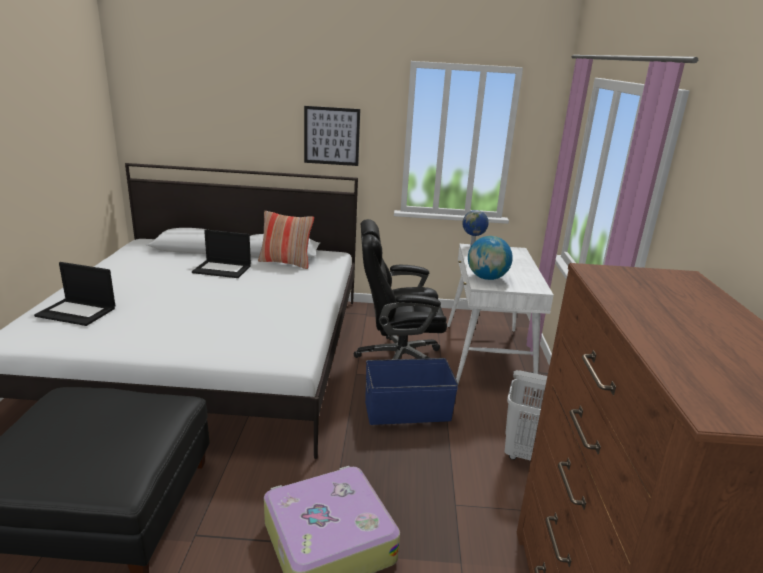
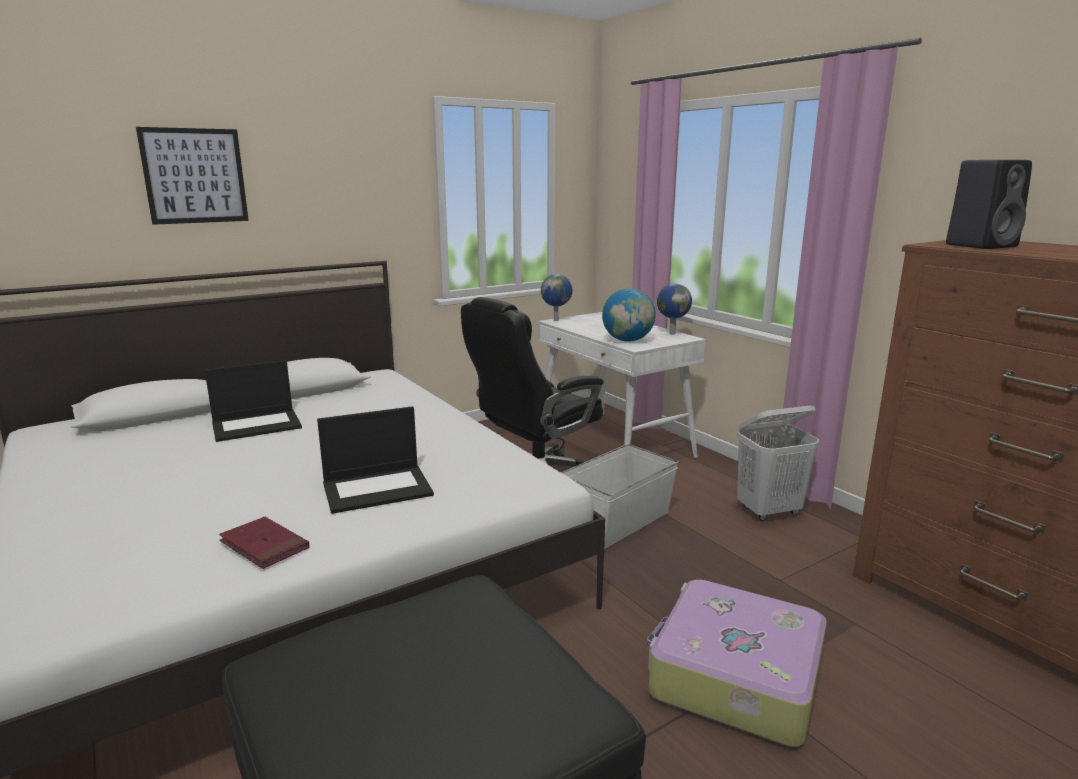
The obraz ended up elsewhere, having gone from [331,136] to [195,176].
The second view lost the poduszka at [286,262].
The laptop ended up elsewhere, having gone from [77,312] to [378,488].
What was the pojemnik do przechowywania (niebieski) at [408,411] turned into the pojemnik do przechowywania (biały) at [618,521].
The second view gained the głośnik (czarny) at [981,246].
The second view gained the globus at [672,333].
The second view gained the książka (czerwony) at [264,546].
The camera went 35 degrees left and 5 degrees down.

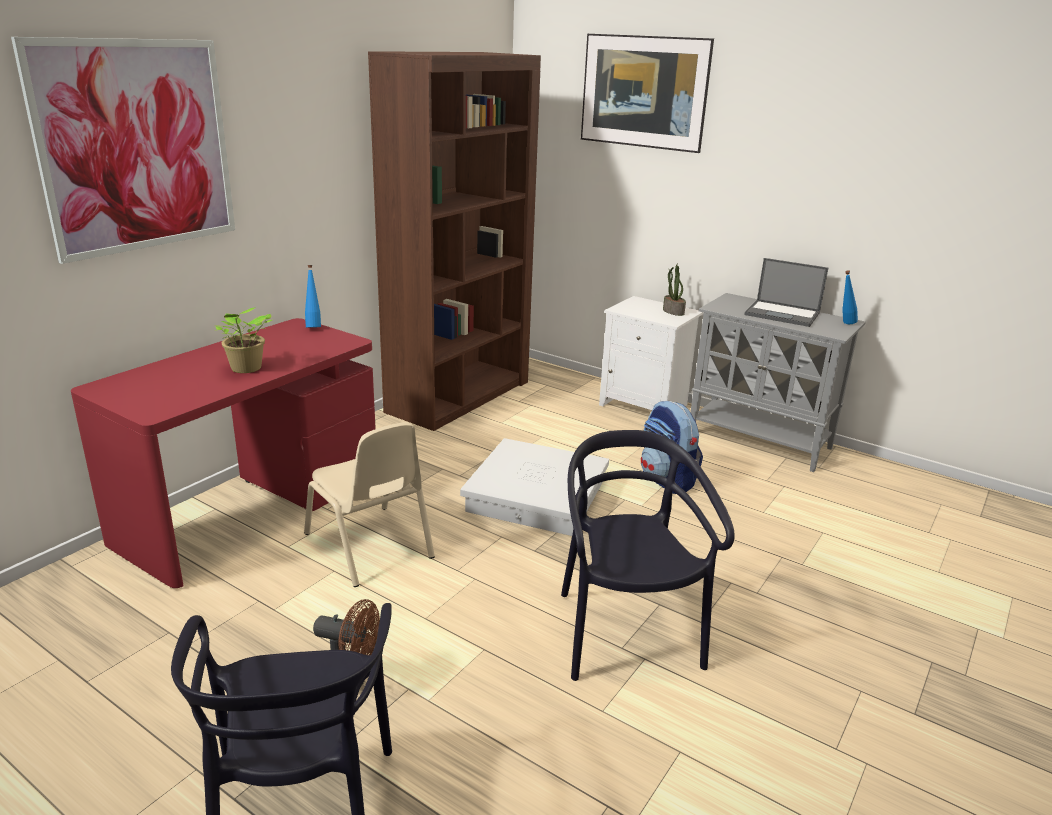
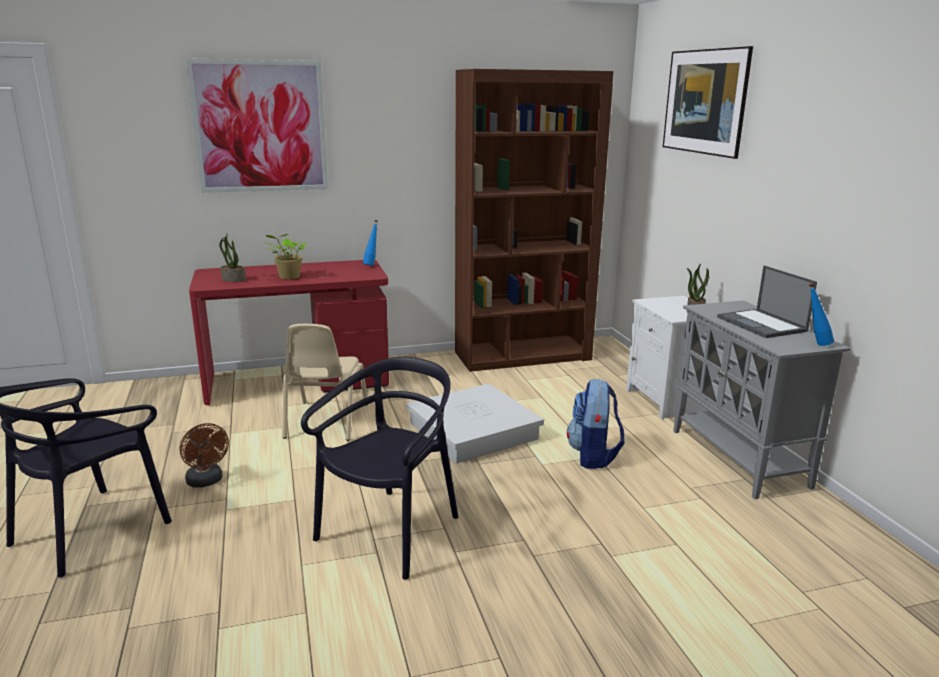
The second view gained the roślina doniczkowa at [233,280].
The camera went 40 degrees right and 5 degrees down.

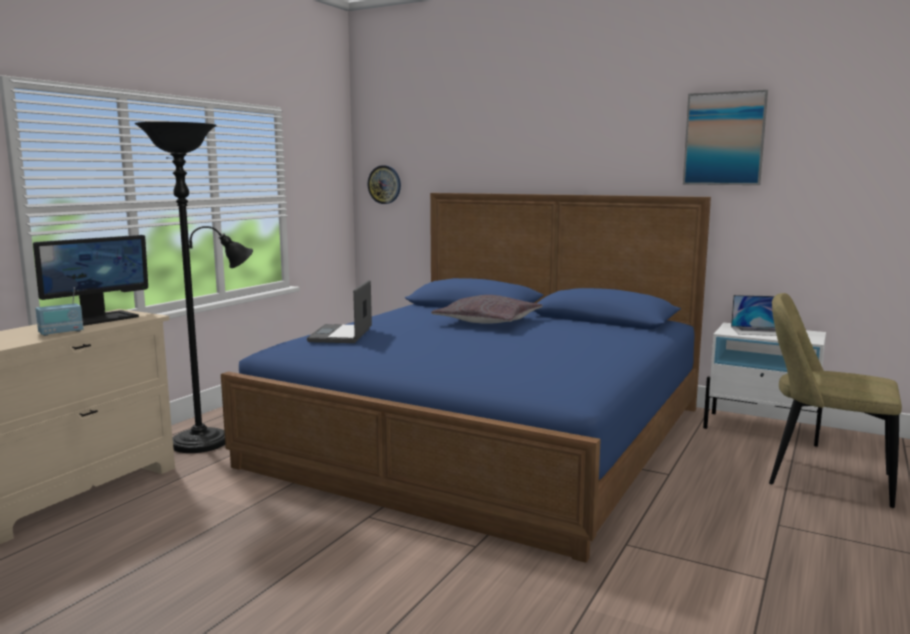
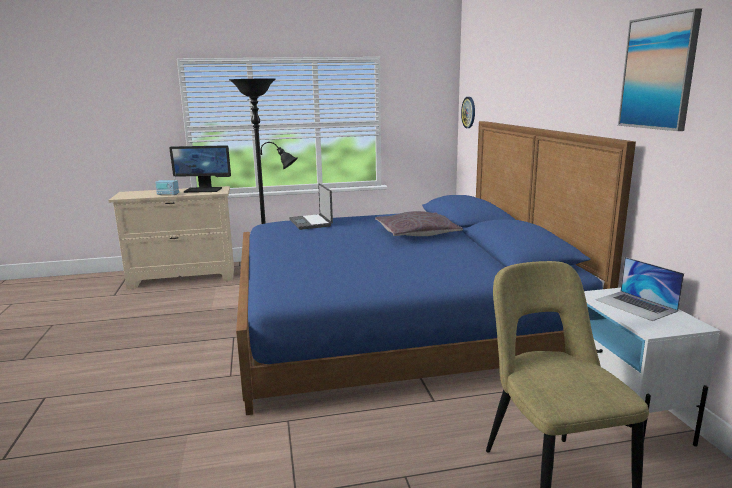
The laptop at [342,335] ended up facing another way, 75 degrees counterclockwise from before.
The camera went 50 degrees right and 5 degrees up.

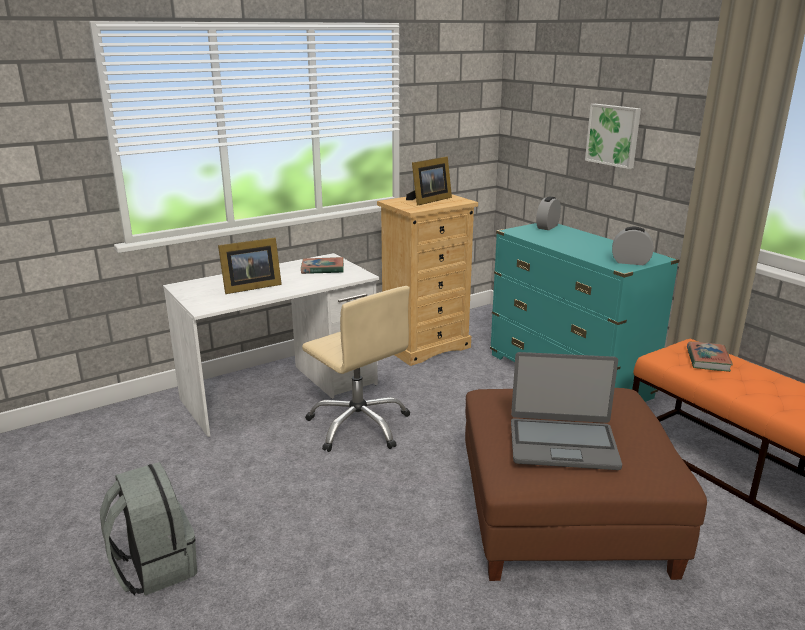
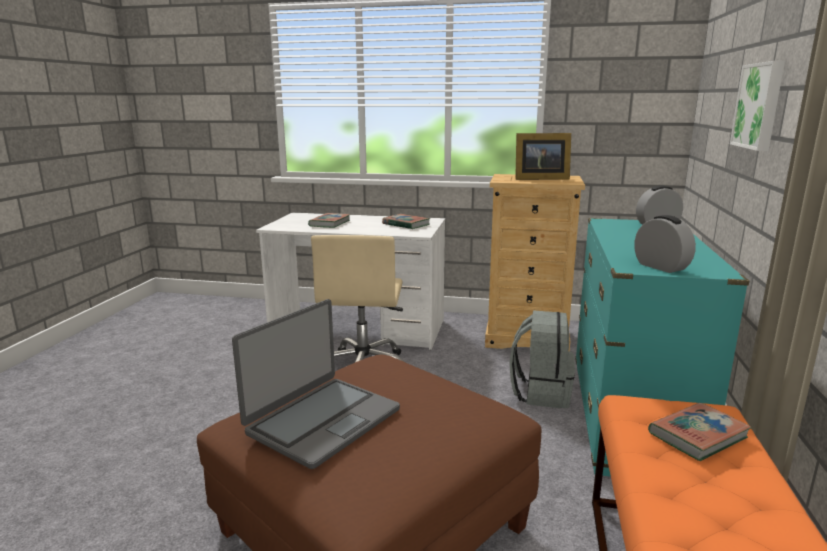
Where the ramka na zdjęcie stood at [249,287], the książka came to stand at [330,223].
The laptop at [562,444] ended up facing another way, 105 degrees counterclockwise from before.
The plecak (szary) ended up elsewhere, having gone from [154,567] to [541,392].
The camera went 45 degrees right and 5 degrees down.

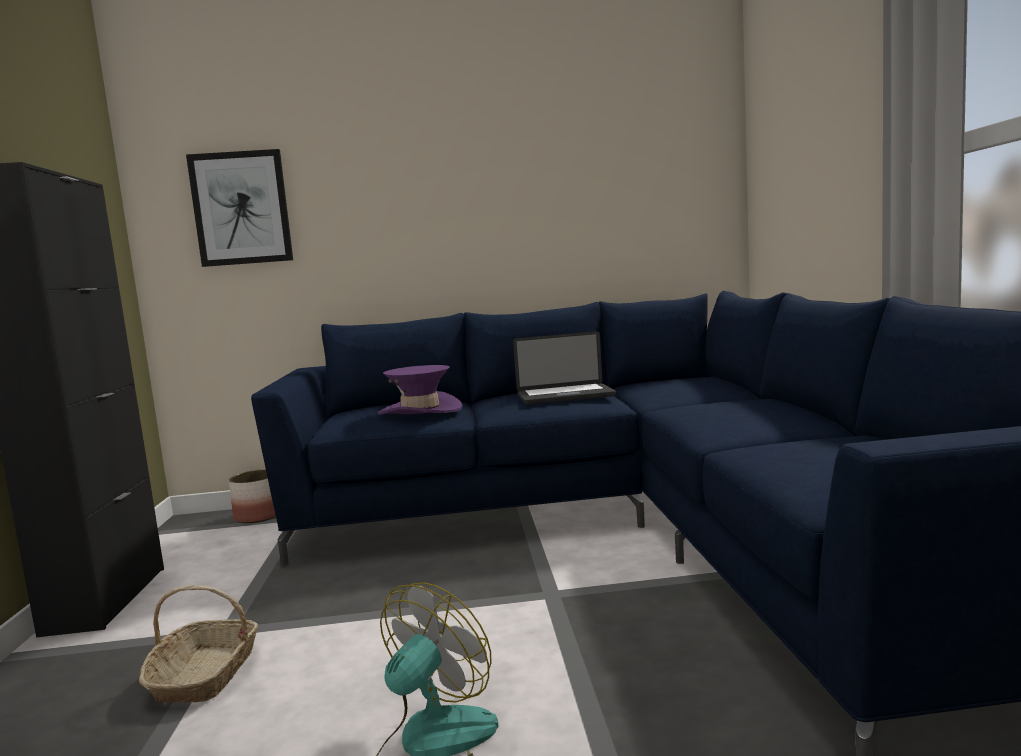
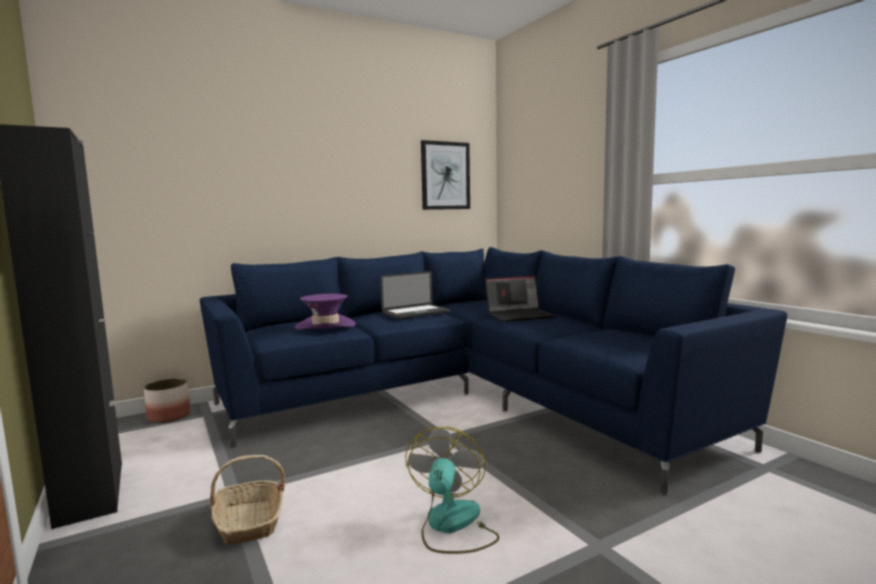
The obraz ended up elsewhere, having gone from [241,208] to [445,176].
The second view gained the laptop at [520,315].
The camera went 25 degrees left and 0 degrees up.

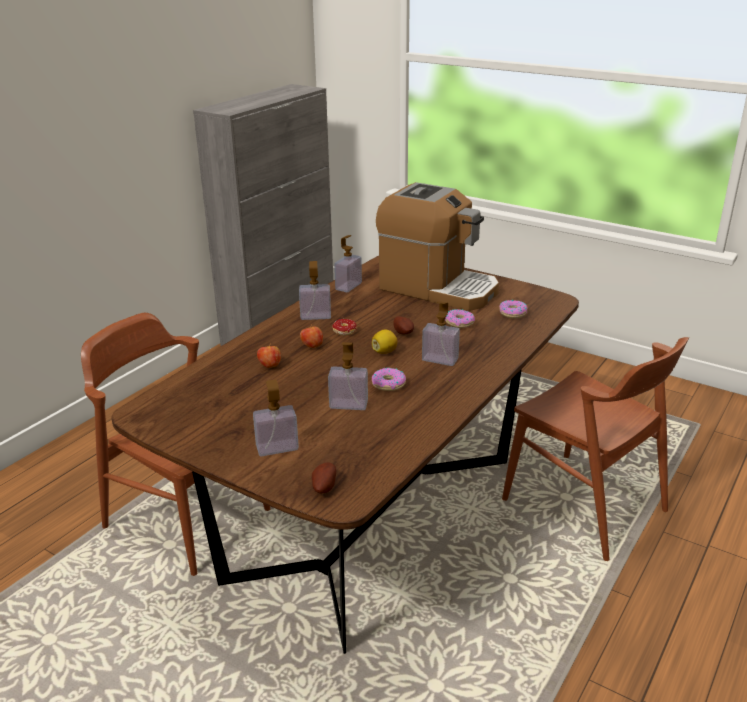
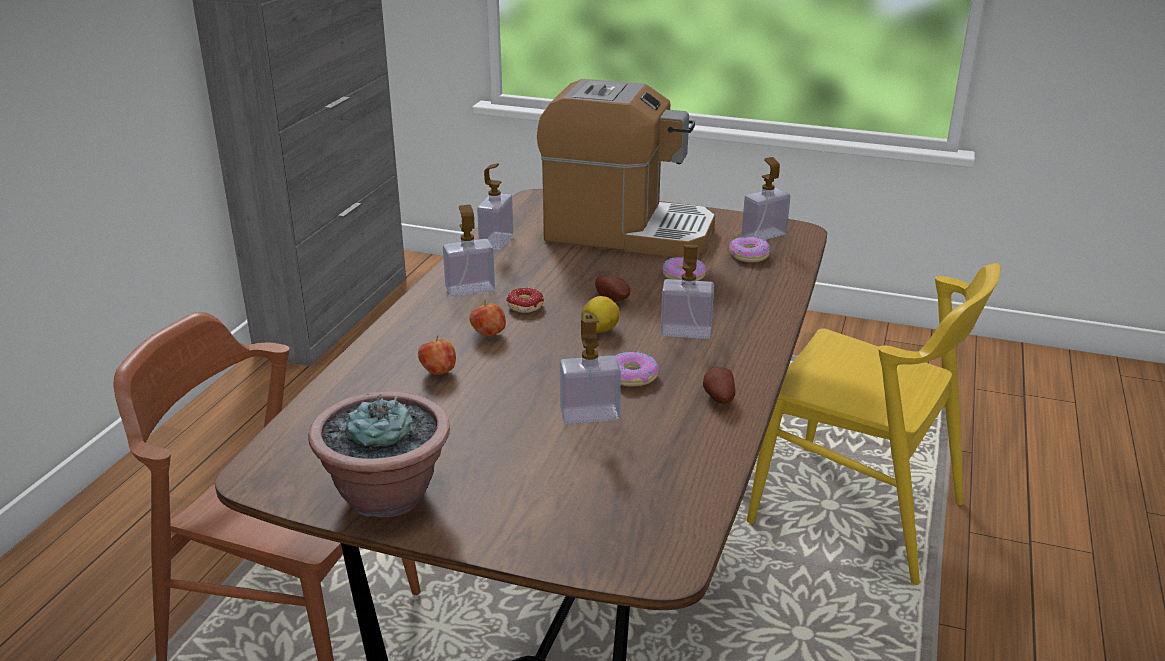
What was the krzesło (brązowy) at [584,505] turned into the krzesło (żółty) at [857,512].
The dozownik mydła ended up elsewhere, having gone from [277,448] to [764,235].
The ziemniak ended up elsewhere, having gone from [323,487] to [718,398].
The second view gained the roślina doniczkowa at [386,495].
The camera went 15 degrees left and 0 degrees up.

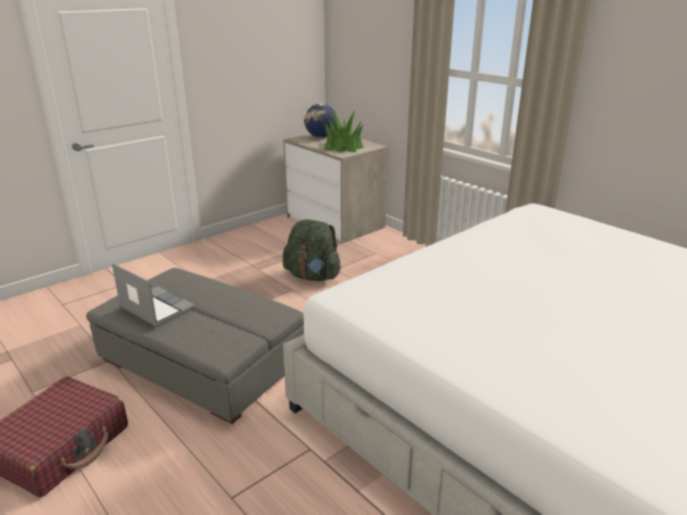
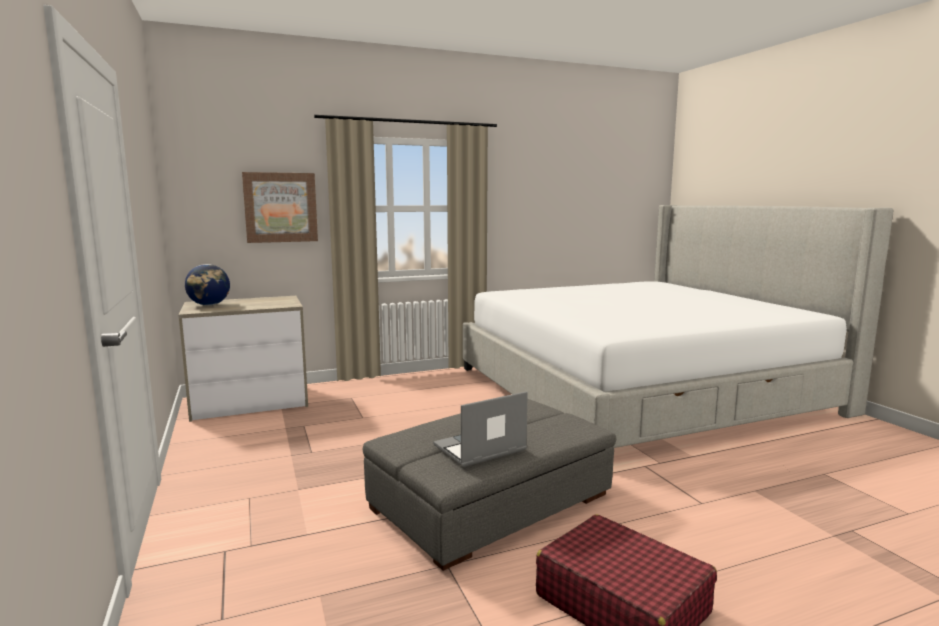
The second view lost the roślina doniczkowa at [343,146].
The second view lost the plecak (zielony) at [312,276].
The second view gained the obraz at [280,207].
The camera went 70 degrees left and 15 degrees down.

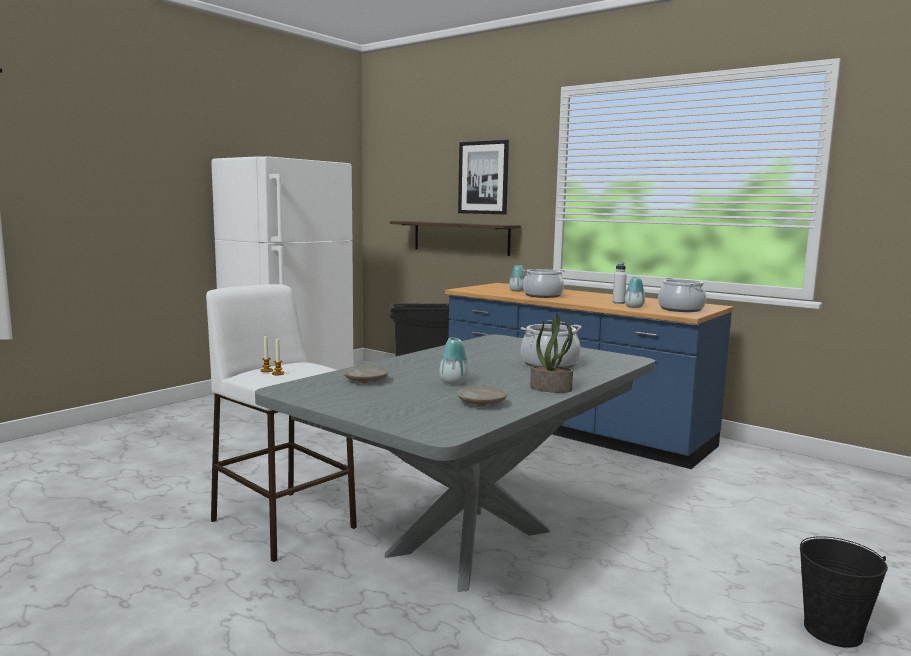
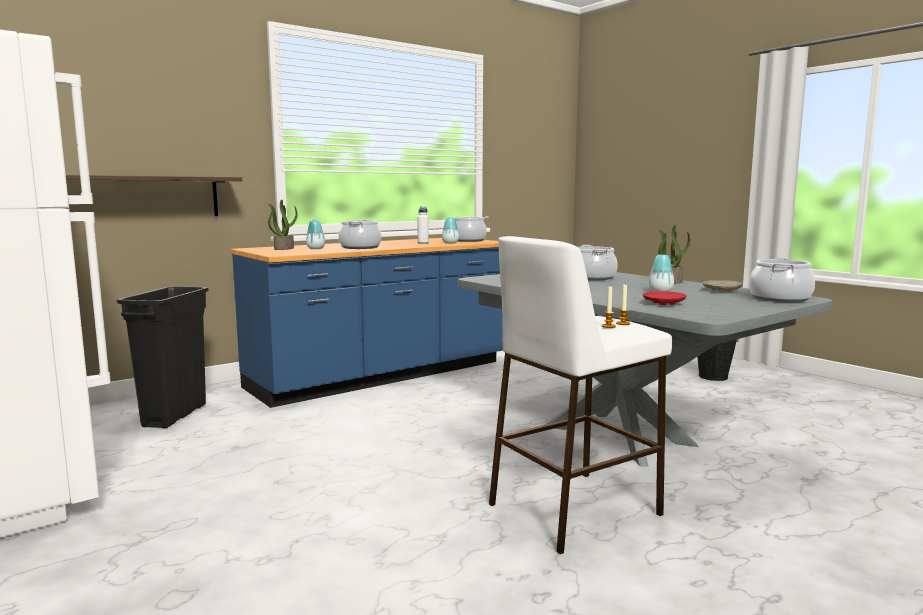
The second view lost the obraz at [483,177].
What was the talerz (beżowy) at [366,380] turned into the talerz (czerwony) at [663,303].
The second view gained the roślina doniczkowa at [283,248].
The second view gained the garnek at [779,298].
The camera went 75 degrees left and 0 degrees up.

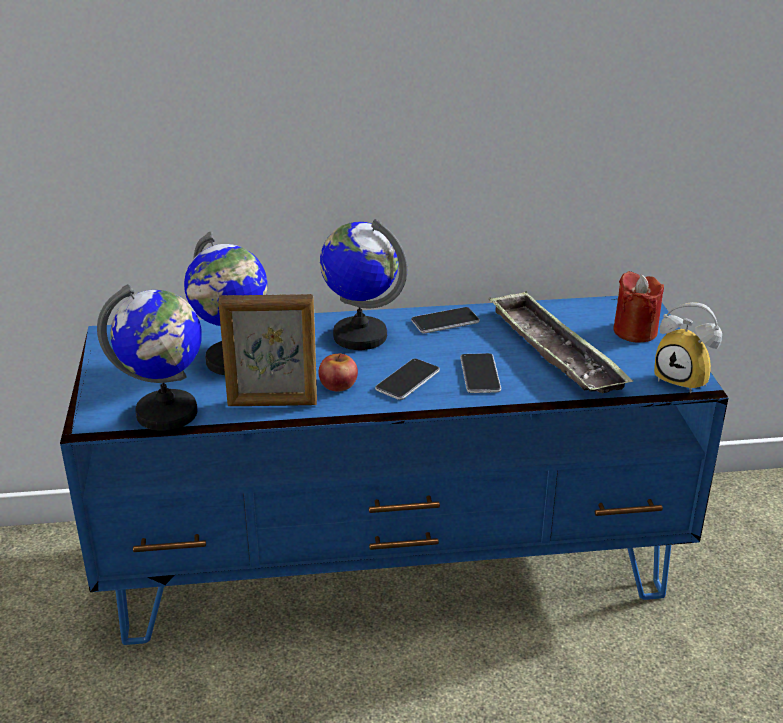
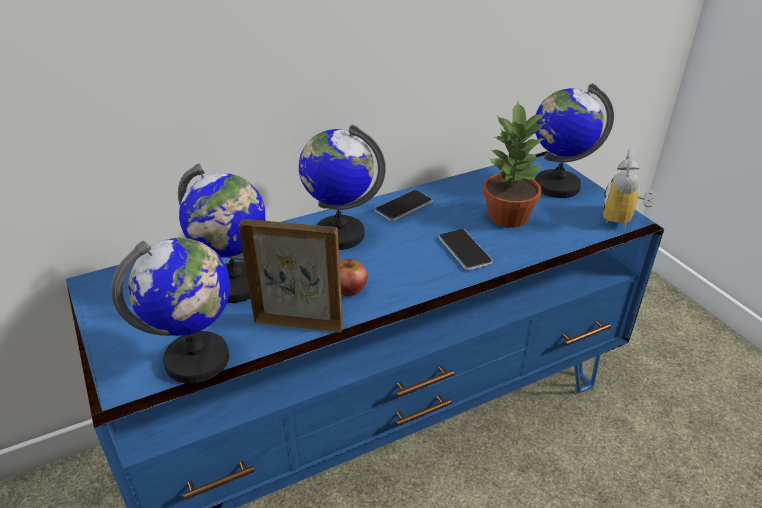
Where the świeca (czerwony) stood at [635,331], the globus came to stand at [556,186].
Where the taca stood at [554,351], the roślina doniczkowa came to stand at [509,216].
The ramka na zdjęcie at [272,403] ended up facing another way, 150 degrees counterclockwise from before.
The budzik at [685,379] ended up facing another way, 90 degrees clockwise from before.
The second view lost the telefon at [408,380].
The camera went 20 degrees left and 5 degrees up.

